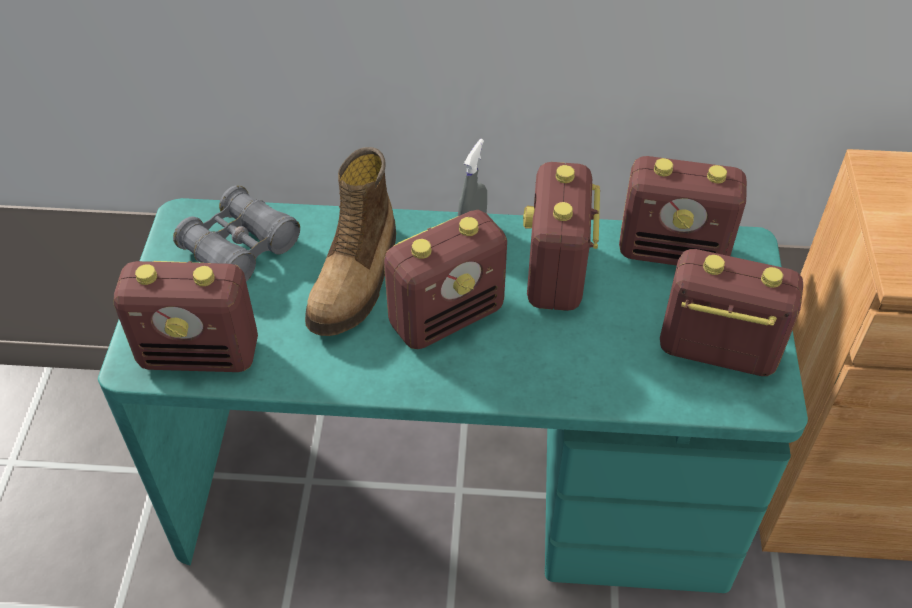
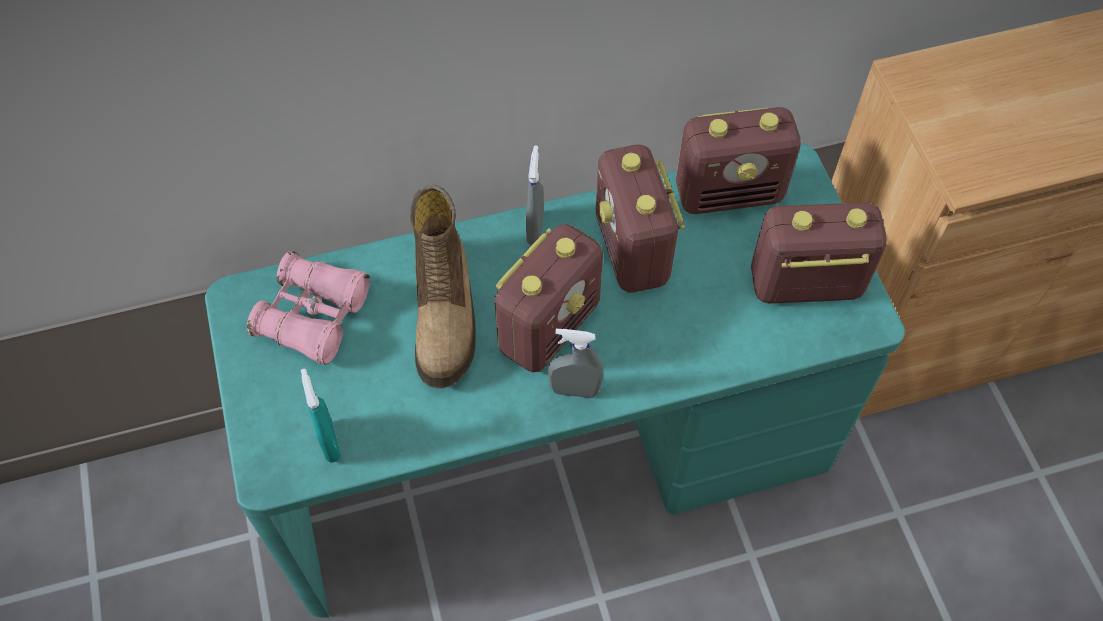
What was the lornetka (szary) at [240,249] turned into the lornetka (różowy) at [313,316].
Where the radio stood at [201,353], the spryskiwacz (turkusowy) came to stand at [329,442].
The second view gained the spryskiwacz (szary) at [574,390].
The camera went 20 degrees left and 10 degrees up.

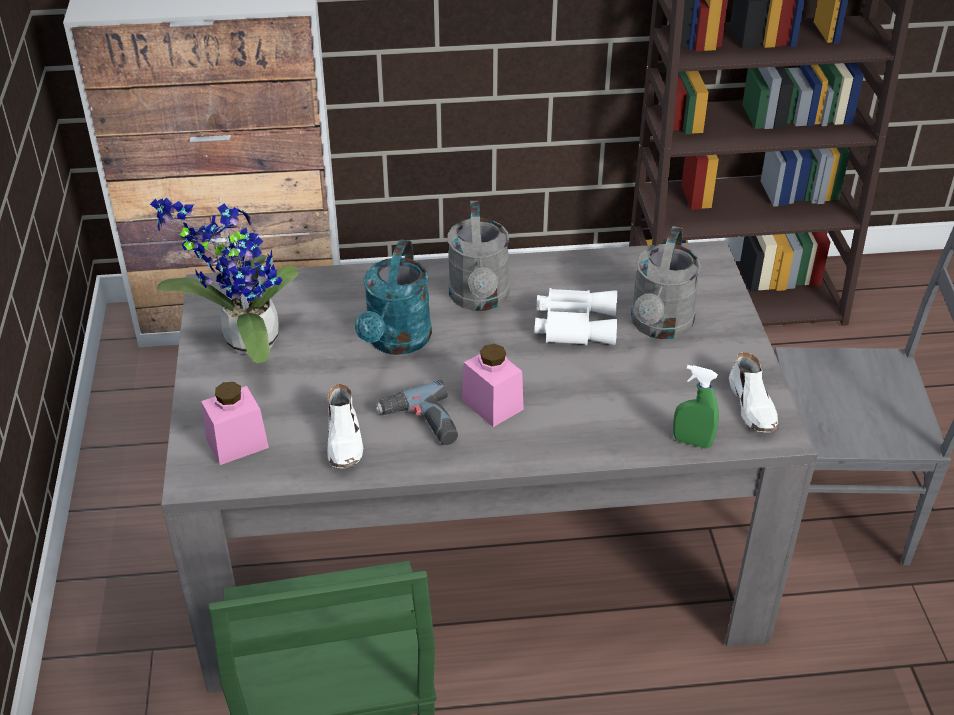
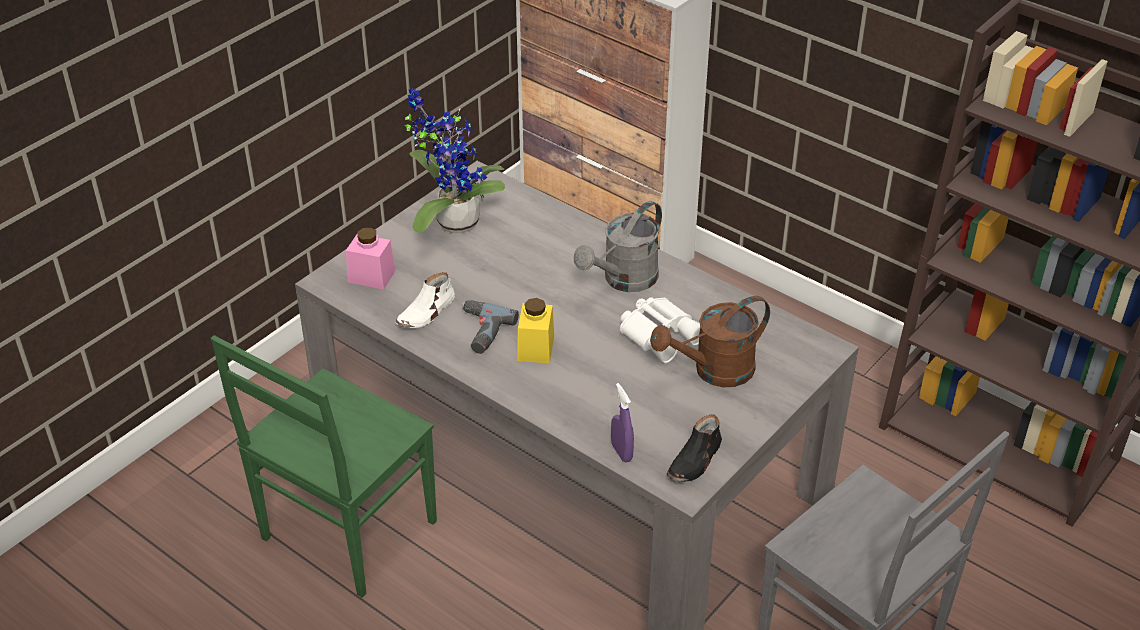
What was the konewka (szary) at [659,327] turned into the konewka (brązowy) at [714,371].
The second view lost the konewka (turkusowy) at [396,342].
What was the słoik (różowy) at [492,405] turned into the słoik (żółty) at [535,348].
What was the but (biały) at [753,407] turned into the but (czarny) at [695,460].
What was the spryskiwacz (zielony) at [692,442] turned into the spryskiwacz (fioletowy) at [621,452].
The camera went 45 degrees right and 0 degrees up.

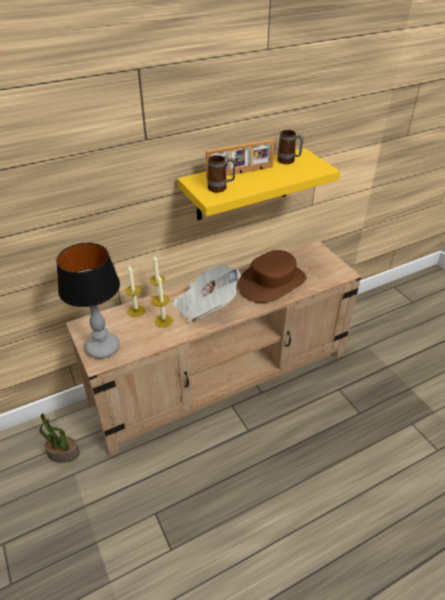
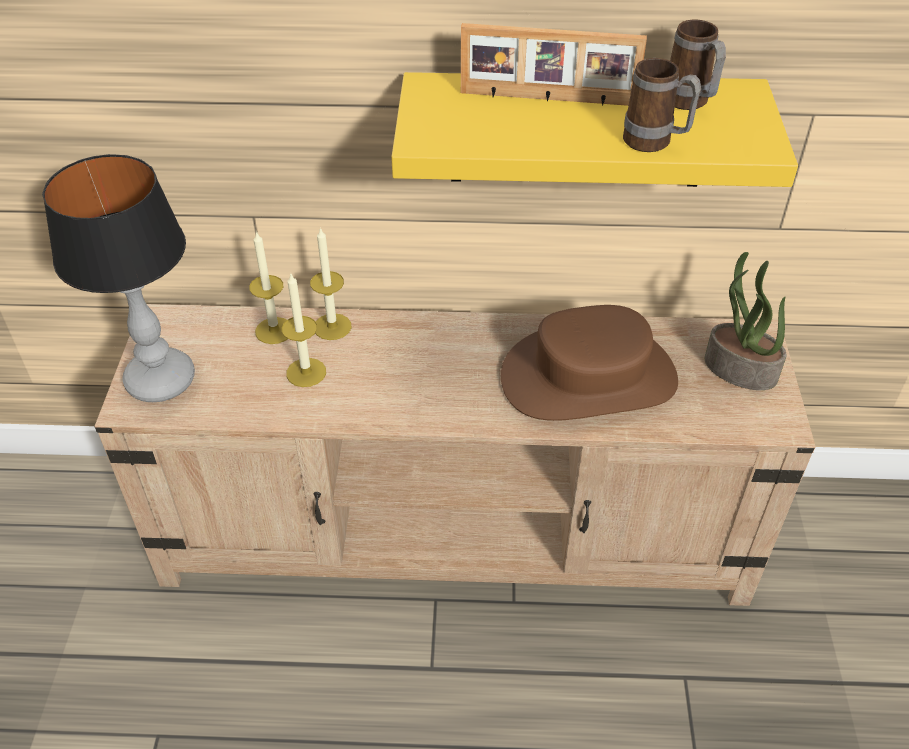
The kubek ended up elsewhere, having gone from [221,188] to [655,143].
The second view lost the gazeta at [206,305].
The roślina doniczkowa ended up elsewhere, having gone from [63,454] to [738,370].
The camera went 30 degrees right and 5 degrees up.

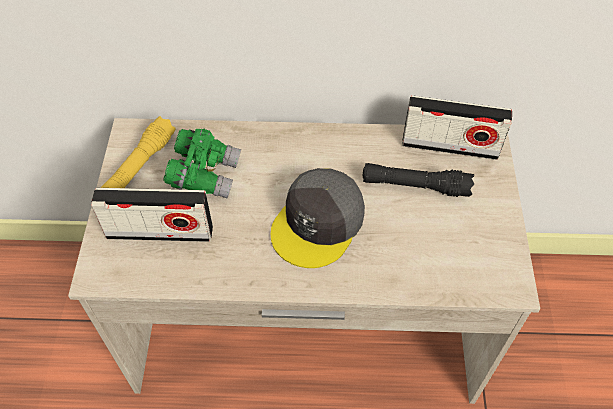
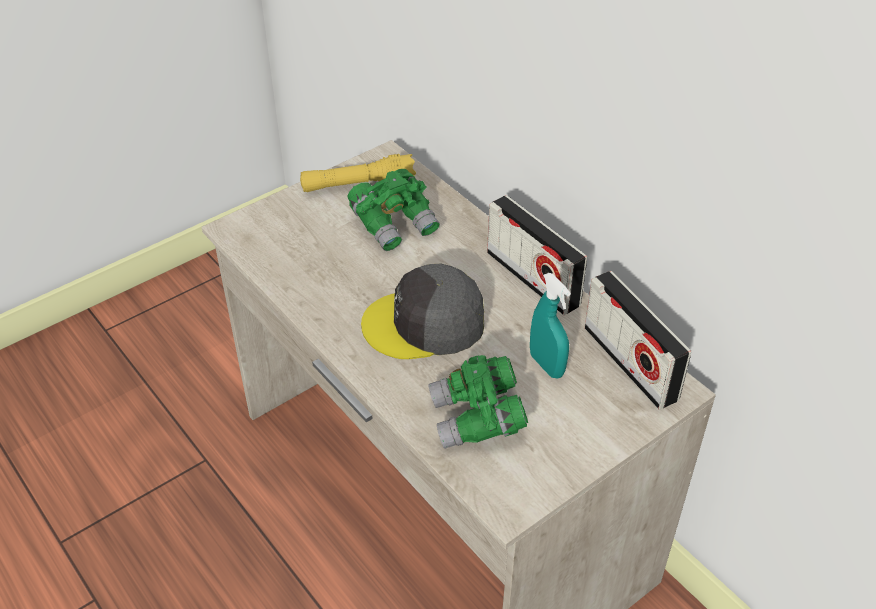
Where the latarka (czarny) stood at [415,186], the spryskiwacz (turkusowy) came to stand at [546,365].
The radio ended up elsewhere, having gone from [160,232] to [532,279].
The second view gained the lornetka (zielony) at [477,419].
The camera went 50 degrees right and 10 degrees down.

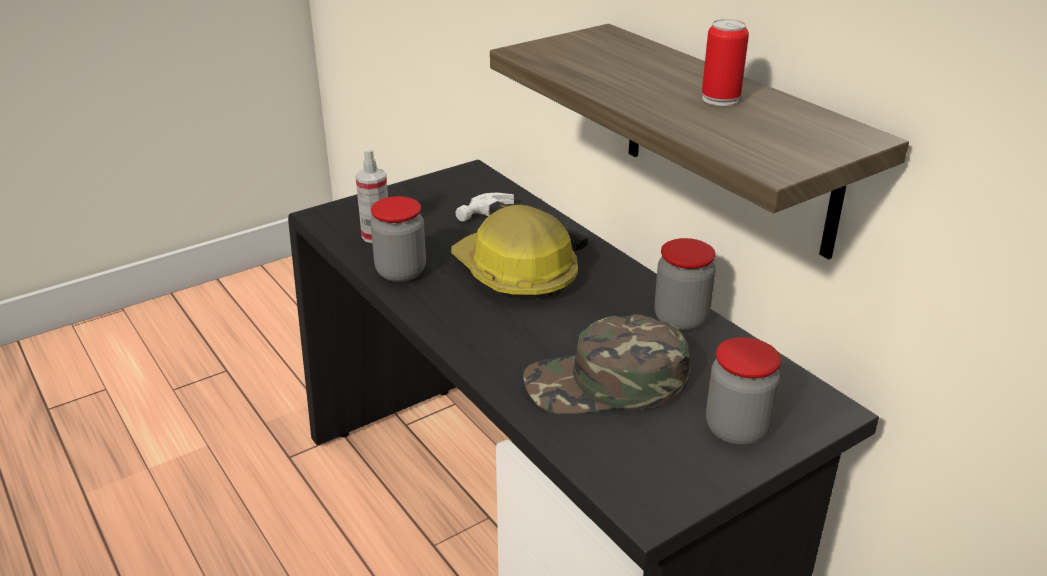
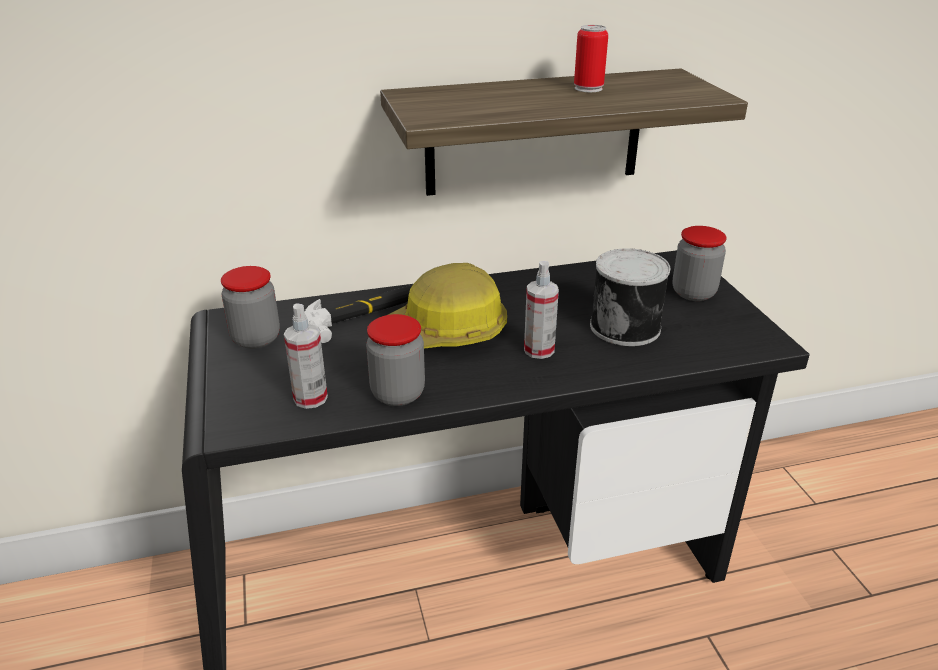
The słoik ended up elsewhere, having gone from [681,319] to [256,338].
Where the czapka z daszkiem (zielony) stood at [606,383], the puszka came to stand at [626,326].
The second view gained the spryskiwacz at [539,350].
The camera went 70 degrees left and 0 degrees up.

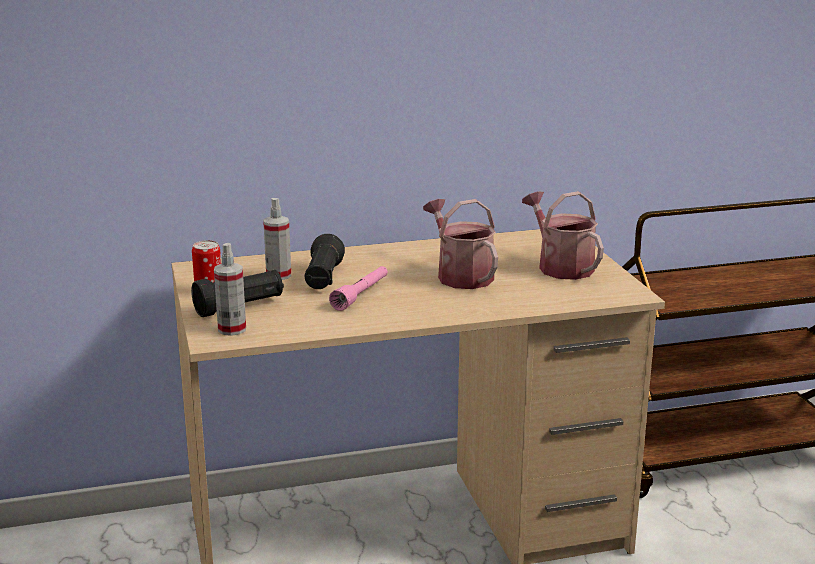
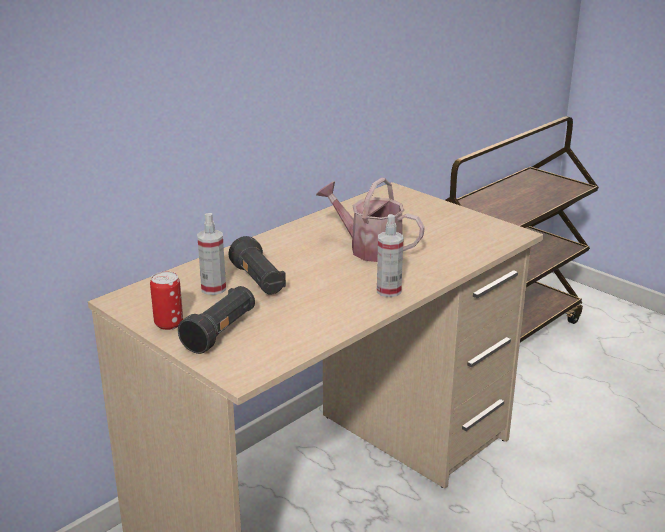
The second view lost the konewka at [561,266].
The spryskiwacz ended up elsewhere, having gone from [232,329] to [388,291].
The second view lost the latarka (różowy) at [361,295].
The camera went 30 degrees left and 5 degrees up.

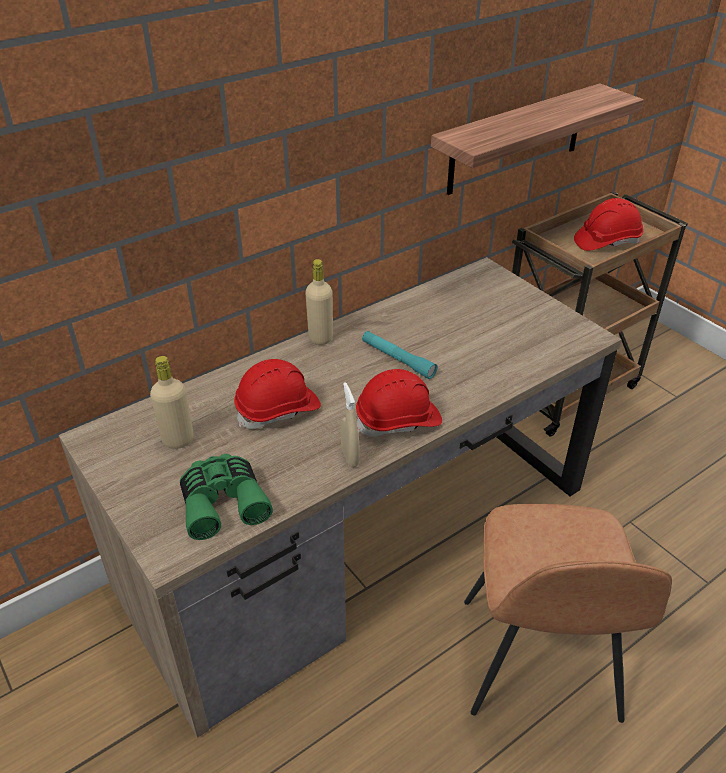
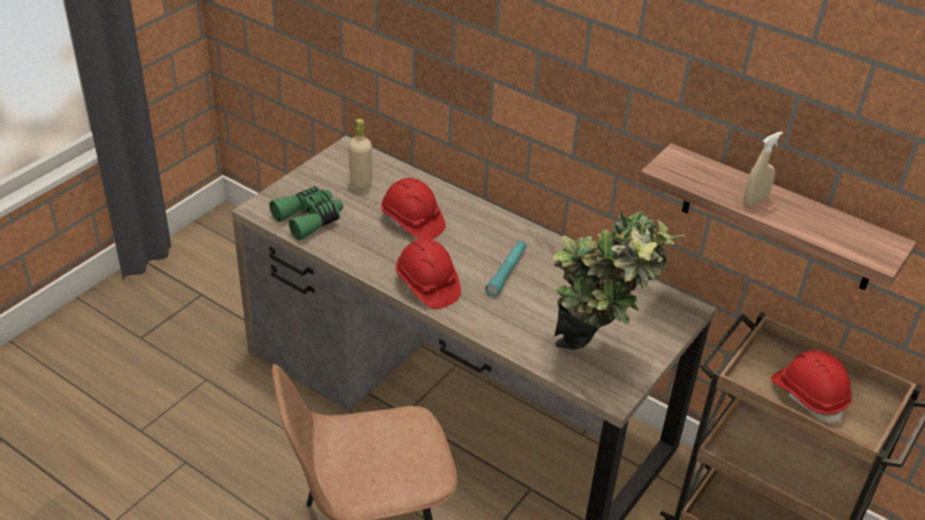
The second view lost the butelka (beżowy) at [320,338].
The spryskiwacz (beżowy) ended up elsewhere, having gone from [350,457] to [755,201].
The second view gained the roślina doniczkowa at [596,359].
The camera went 70 degrees right and 0 degrees up.

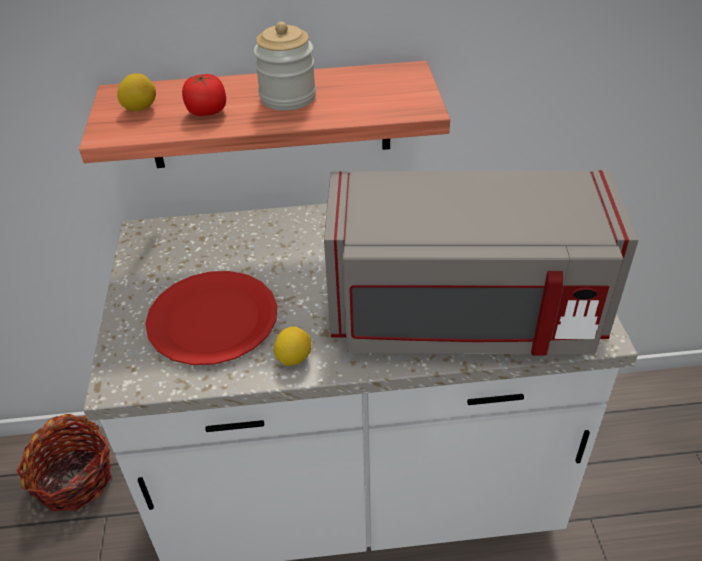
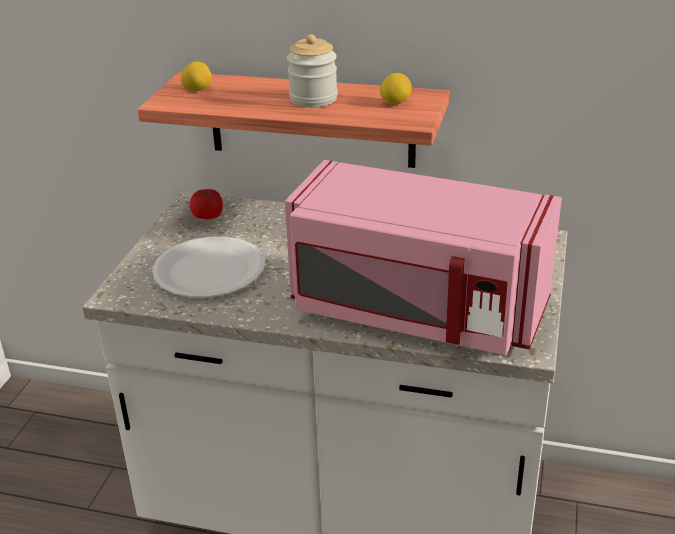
The pomidor ended up elsewhere, having gone from [207,112] to [207,216].
What was the mikrofalówka (szary) at [464,317] turned into the mikrofalówka (różowy) at [415,311].
What was the talerz (czerwony) at [212,319] turned into the talerz (biały) at [209,270].
The cytryna ended up elsewhere, having gone from [293,358] to [395,103].
The second view lost the koszyk at [74,479].
The camera went 20 degrees right and 10 degrees down.

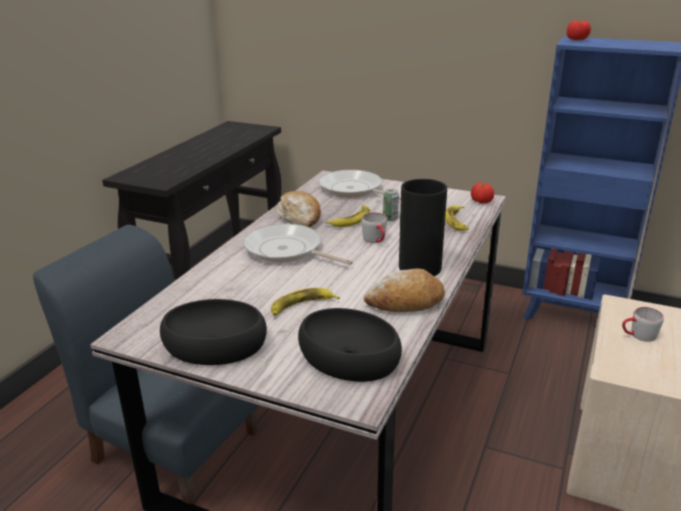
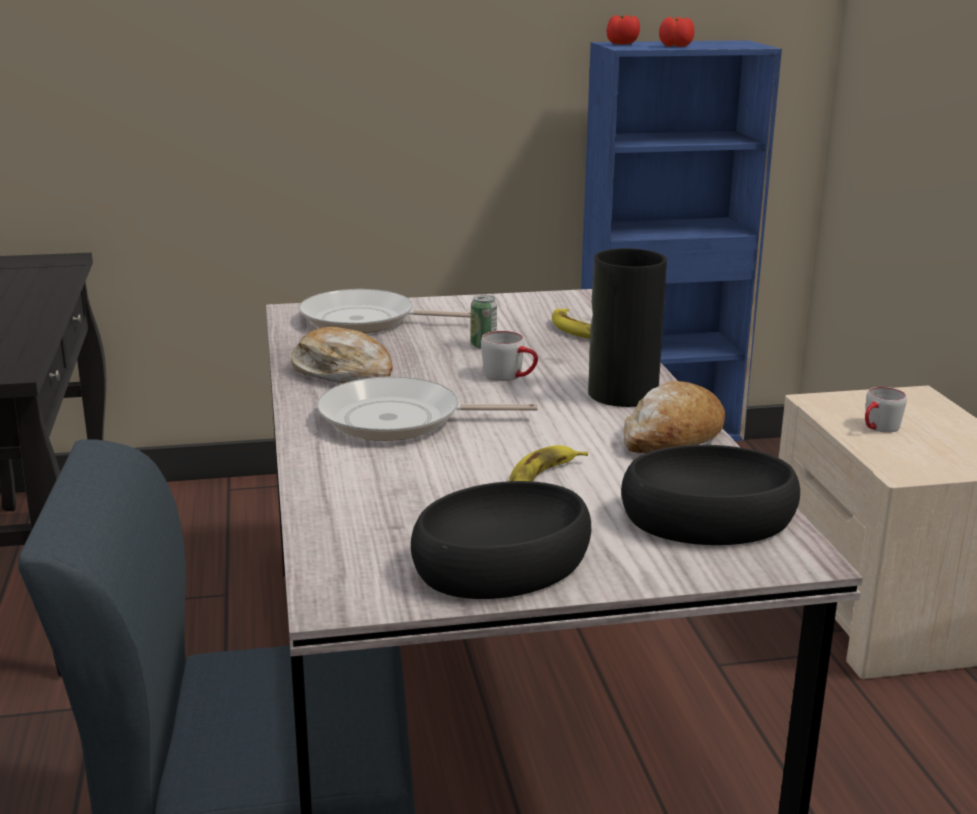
The pomidor ended up elsewhere, having gone from [481,202] to [676,46].
The second view lost the banan at [351,220].
The camera went 35 degrees left and 5 degrees down.

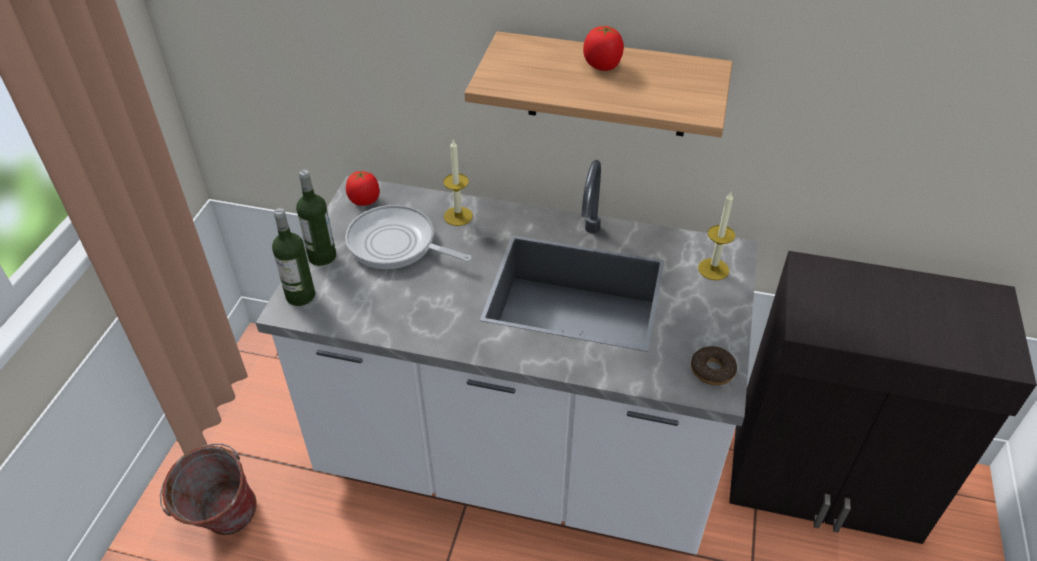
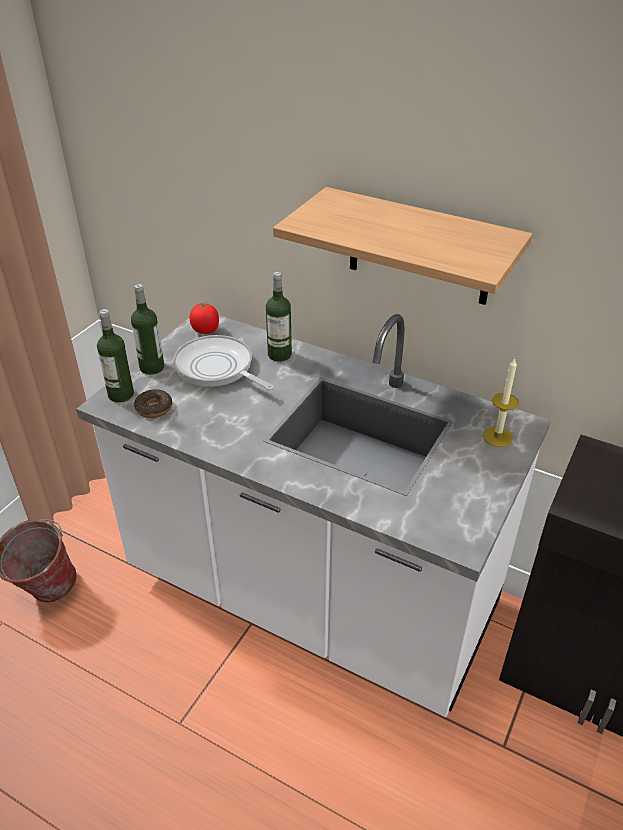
The second view lost the pomidor at [602,66].
Where the świeca stood at [458,216], the butelka came to stand at [279,354].
The donut ended up elsewhere, having gone from [712,370] to [154,408].
The camera went 15 degrees right and 5 degrees down.

